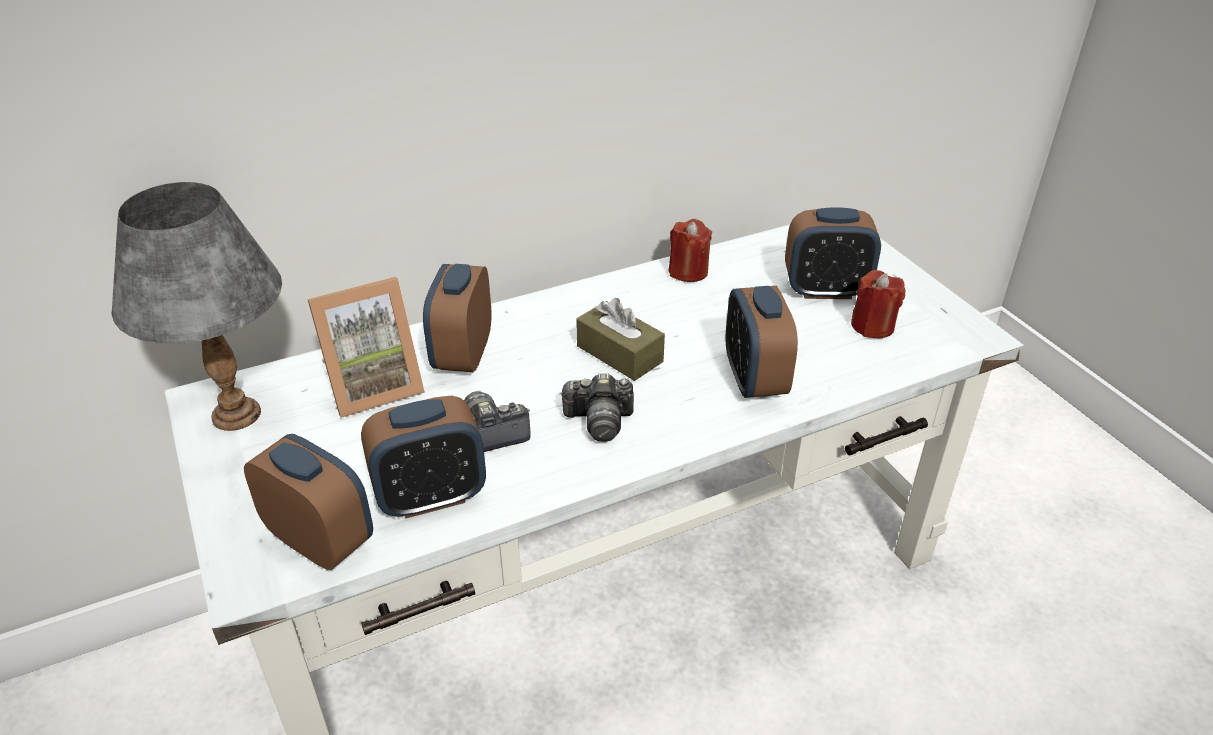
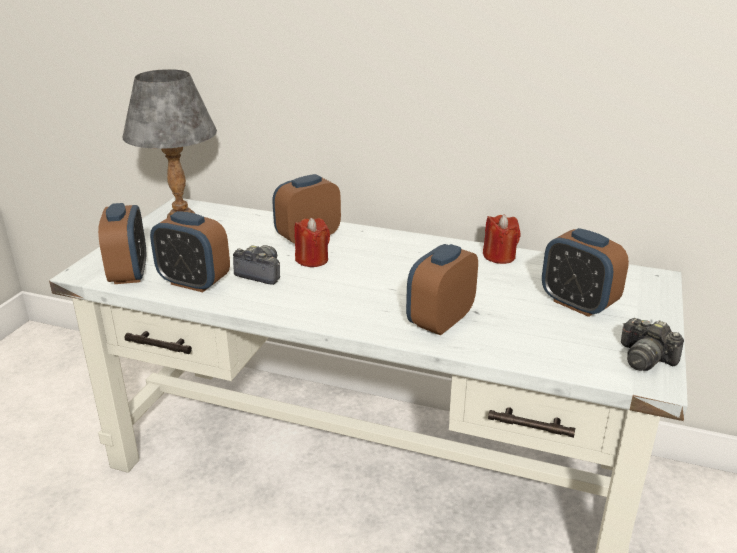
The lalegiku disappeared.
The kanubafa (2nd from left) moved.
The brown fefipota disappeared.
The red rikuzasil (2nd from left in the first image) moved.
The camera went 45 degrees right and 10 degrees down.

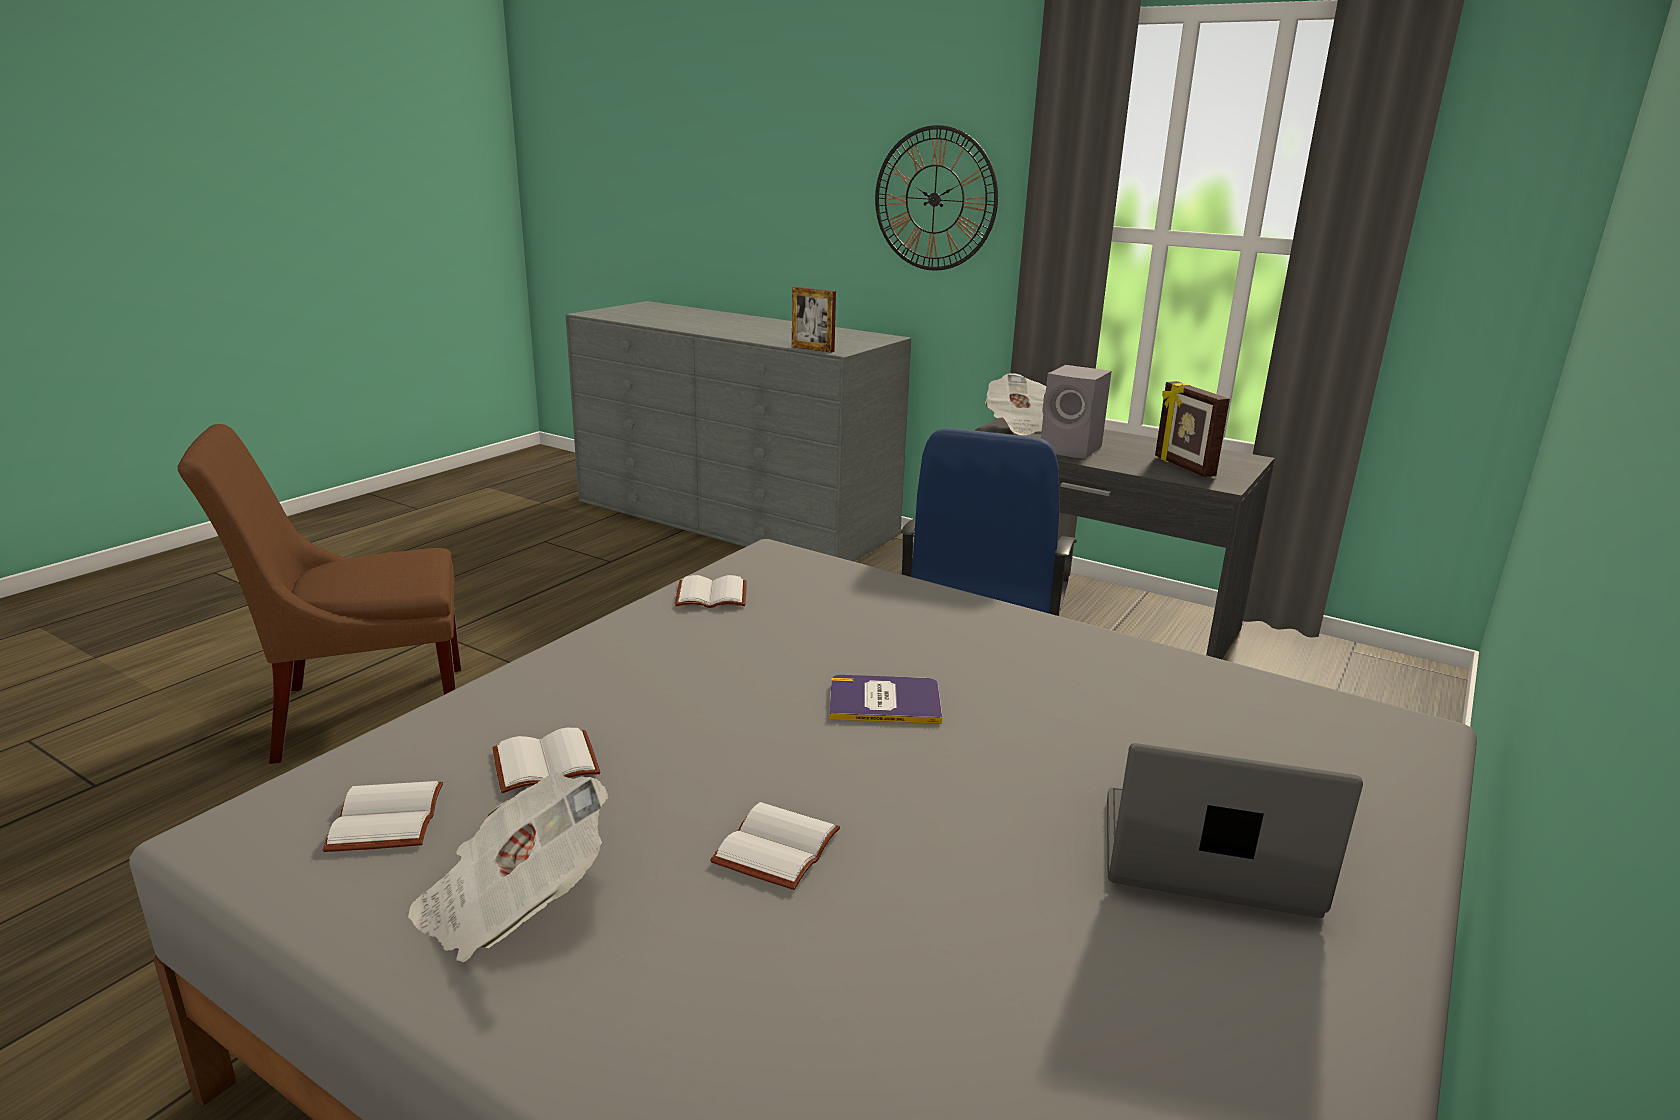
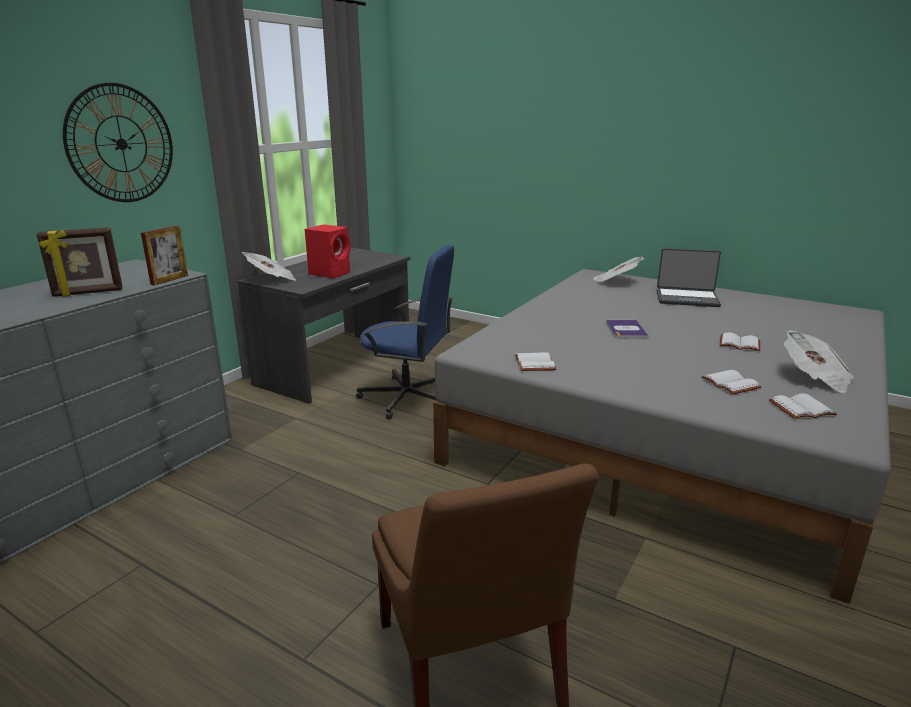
The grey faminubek became the red faminubek.
The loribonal turned 90 degrees counterclockwise.
The lalegiku (2nd from left in the first image) moved.
The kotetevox (2nd from left) appeared.
The camera went 90 degrees left and 0 degrees up.

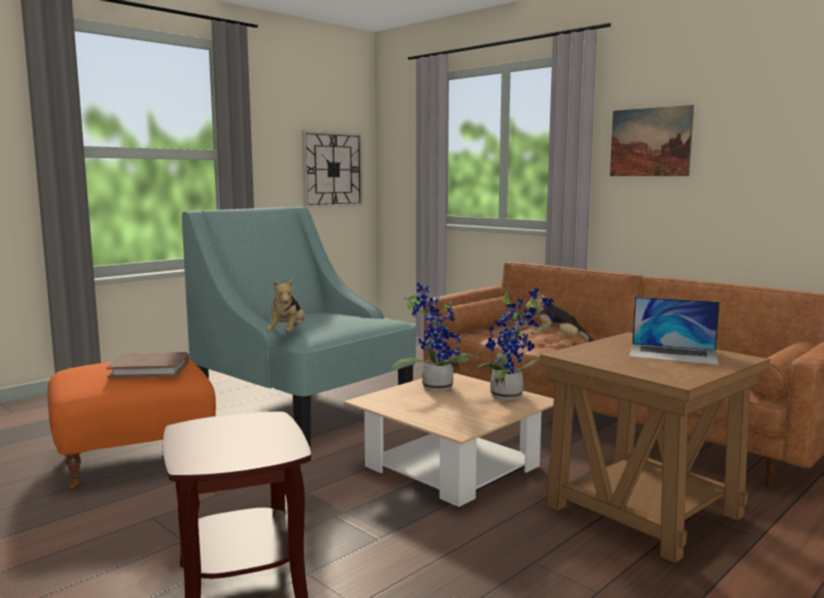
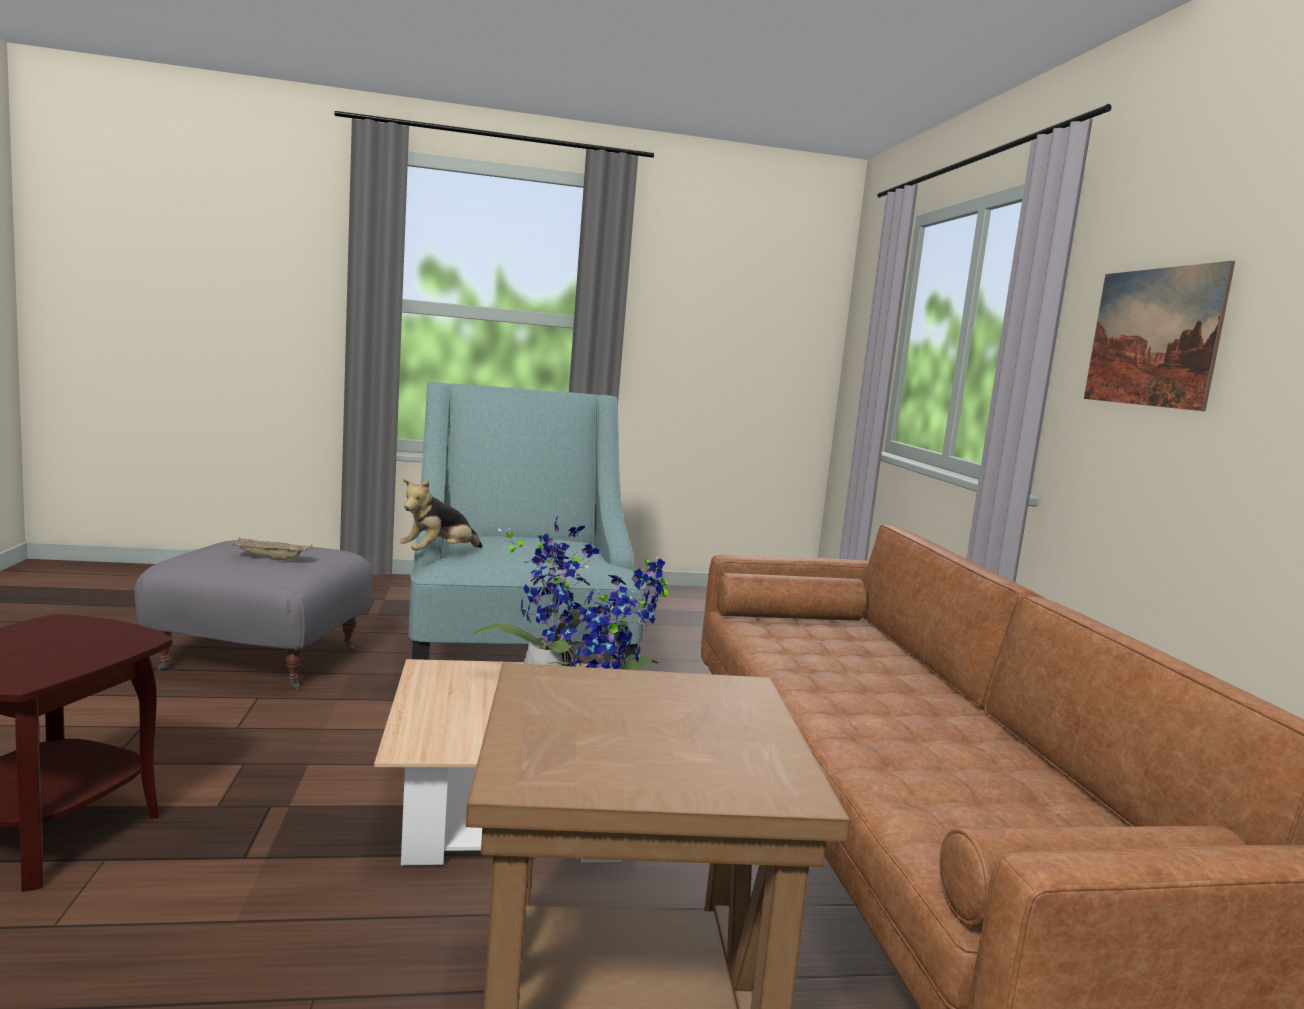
The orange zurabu became the grey zurabu.
The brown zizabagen was replaced by the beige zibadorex.
The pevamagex disappeared.
The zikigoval (2nd from left) disappeared.
The loribonal disappeared.
The camera went 35 degrees right and 0 degrees up.

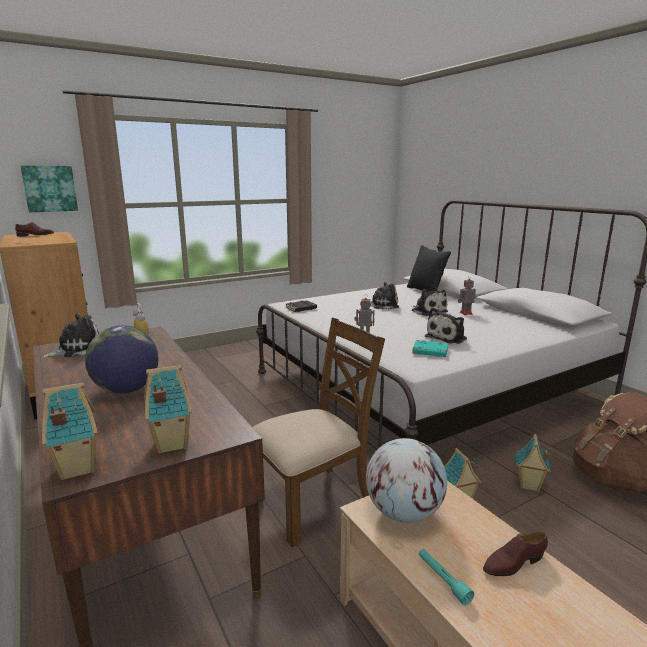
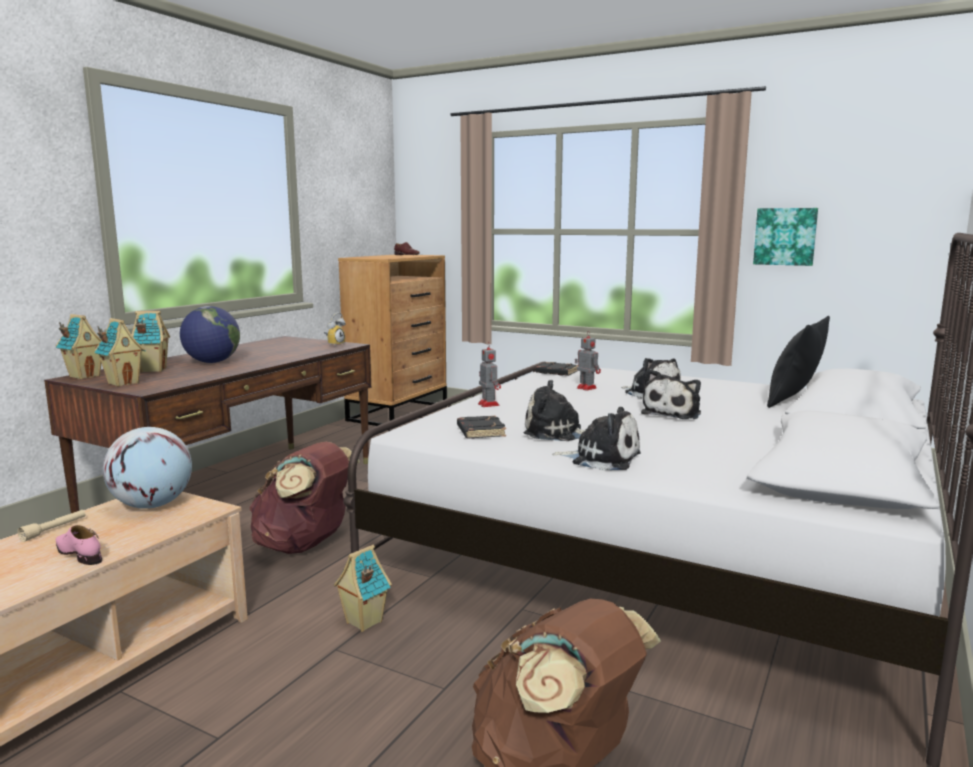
The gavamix moved.
The zikigoval (1st from left in the first image) moved.
The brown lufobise was replaced by the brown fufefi (1st from left).
The turquoise zizabagen became the black zizabagen (1st from left).
The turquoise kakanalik became the beige kakanalik.
The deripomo (2nd from left) moved.
The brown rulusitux (2nd from left) became the pink rulusitux.
The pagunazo (4th from left in the first image) moved.
The camera went 60 degrees right and 5 degrees down.

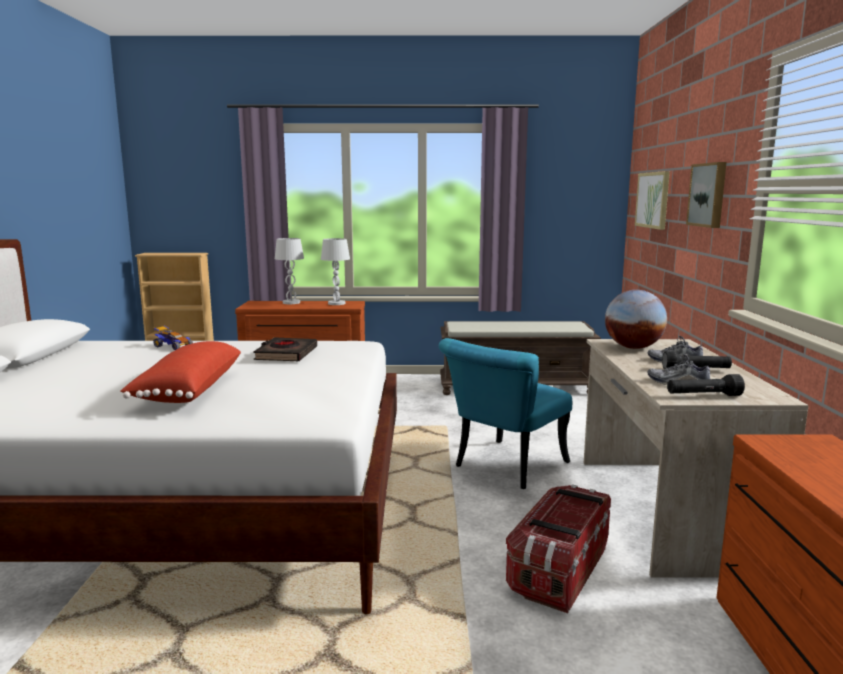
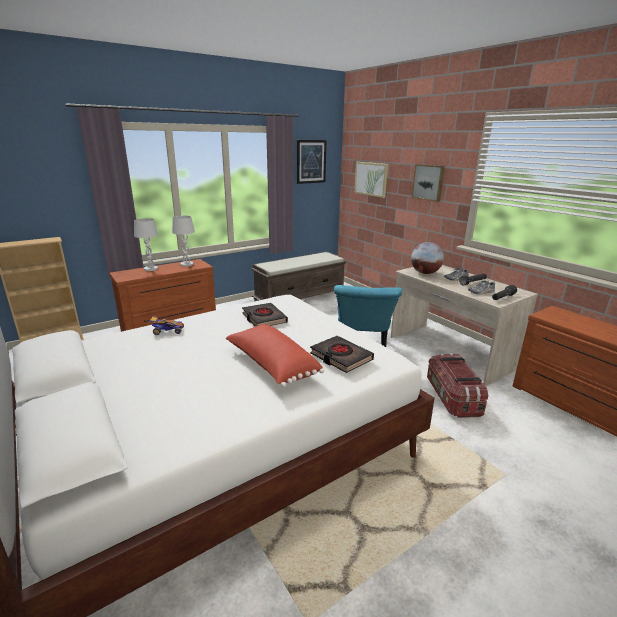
The gavamix (1st from left) appeared.
The black zizabagen (2nd from left) appeared.
The camera went 35 degrees left and 10 degrees up.

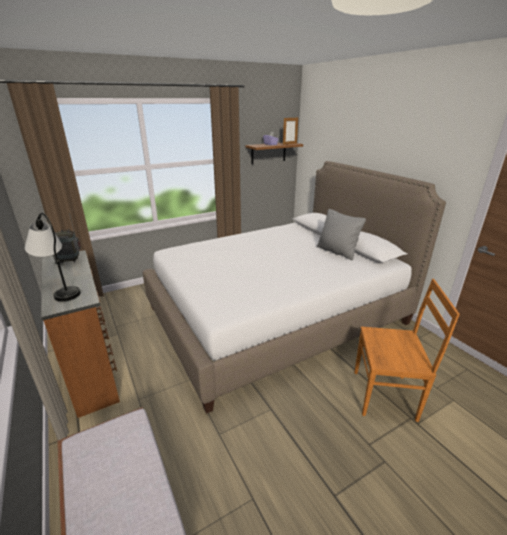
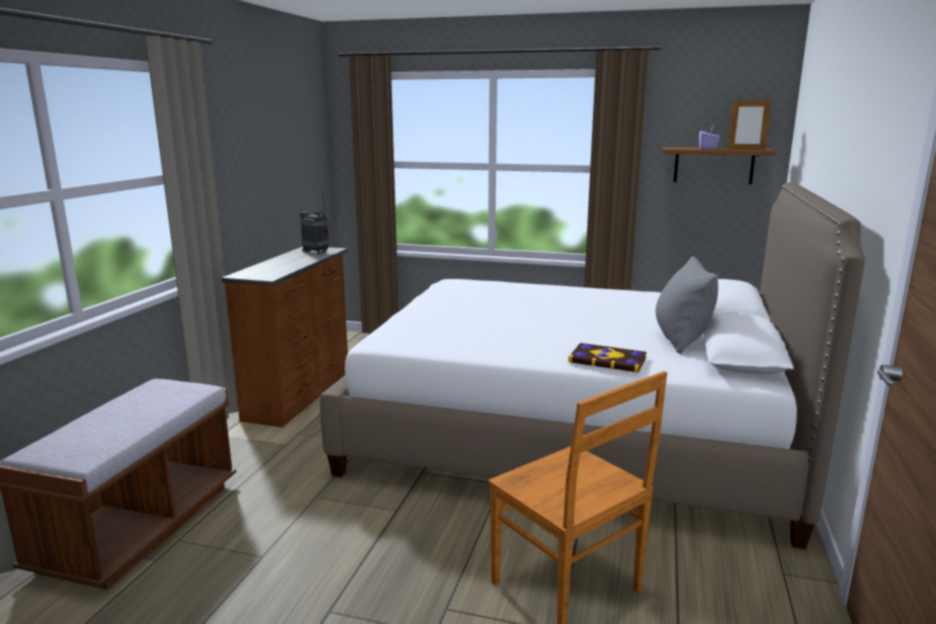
The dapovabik disappeared.
The zizabagen appeared.
The camera went 45 degrees right and 10 degrees down.

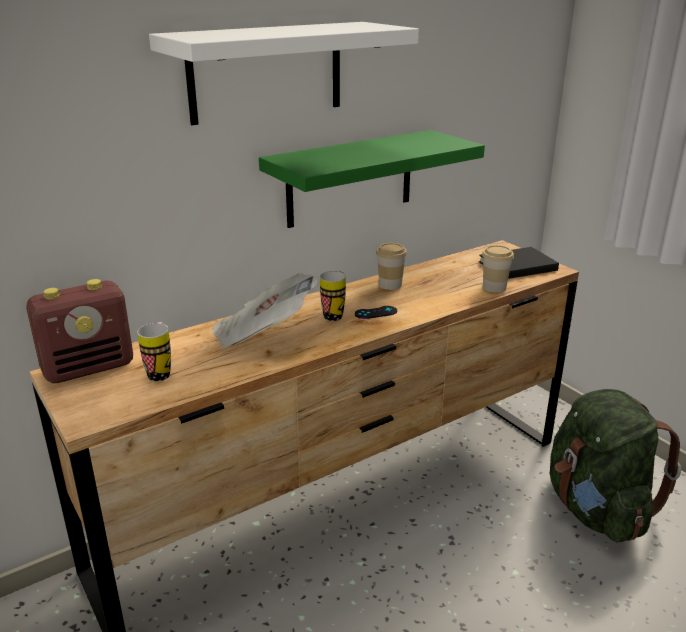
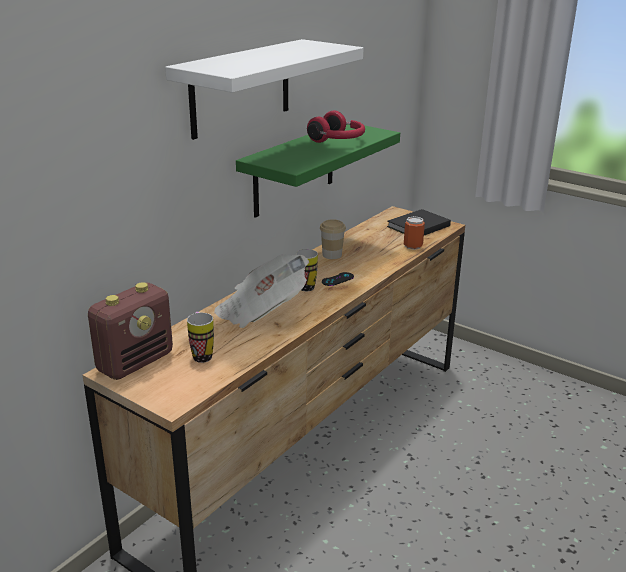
The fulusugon (2nd from left) was replaced by the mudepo.
The green fufefi disappeared.
The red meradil appeared.
The camera went 20 degrees left and 0 degrees up.

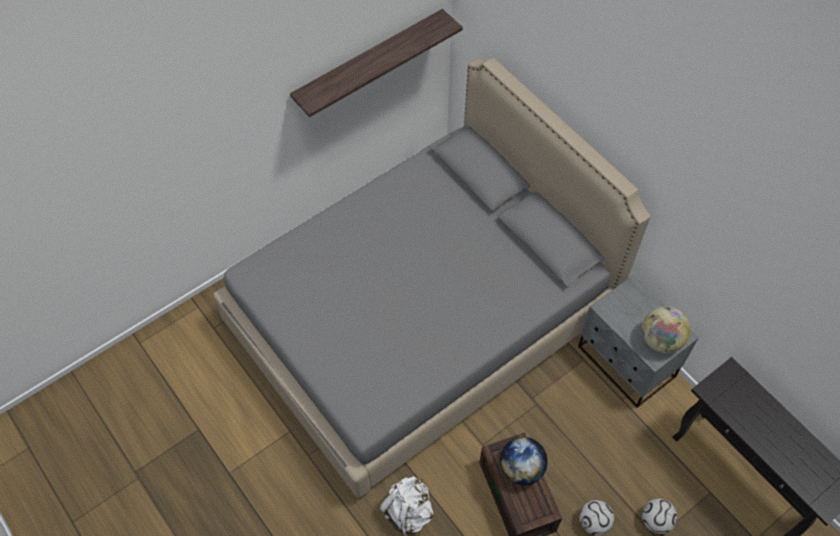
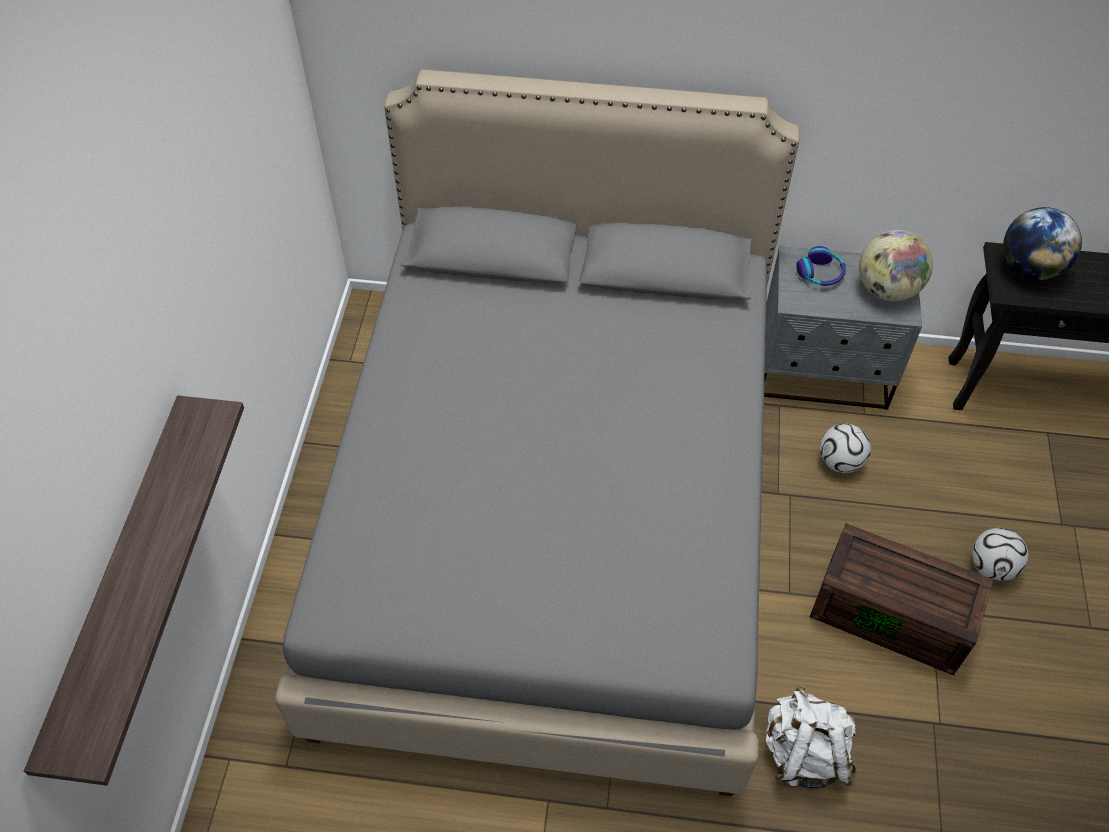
The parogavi moved.
The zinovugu (1st from left in the first image) moved.
The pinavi (2nd from left in the first image) moved.
The meradil appeared.
The camera went 45 degrees left and 5 degrees down.

